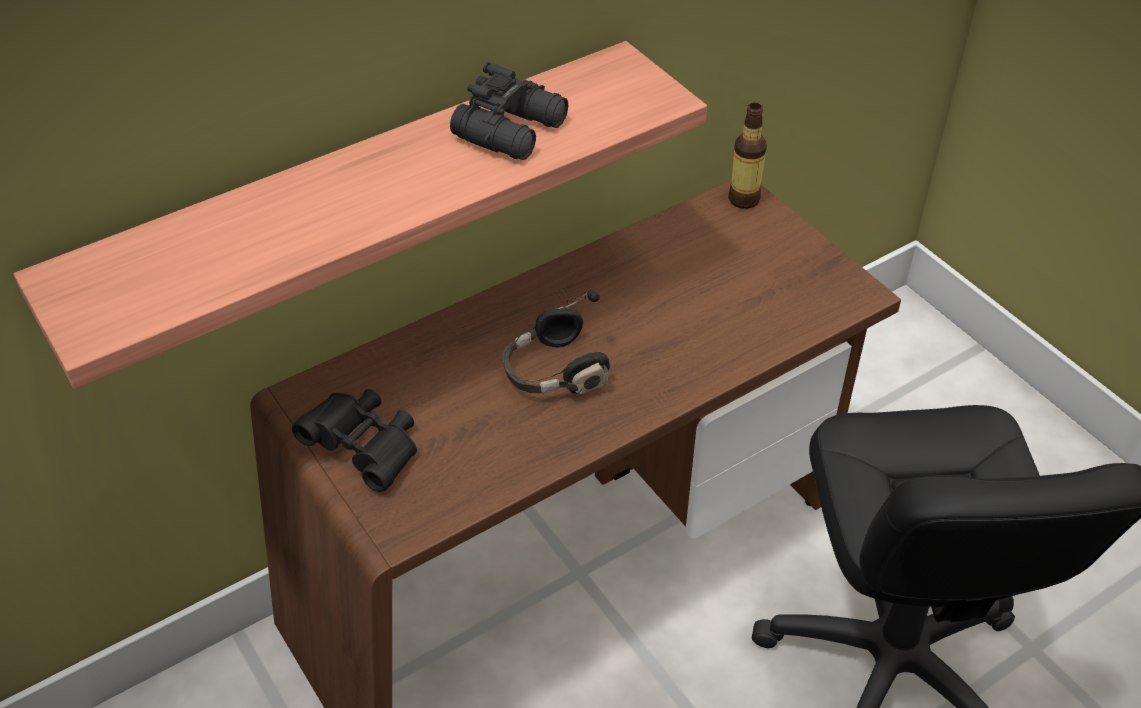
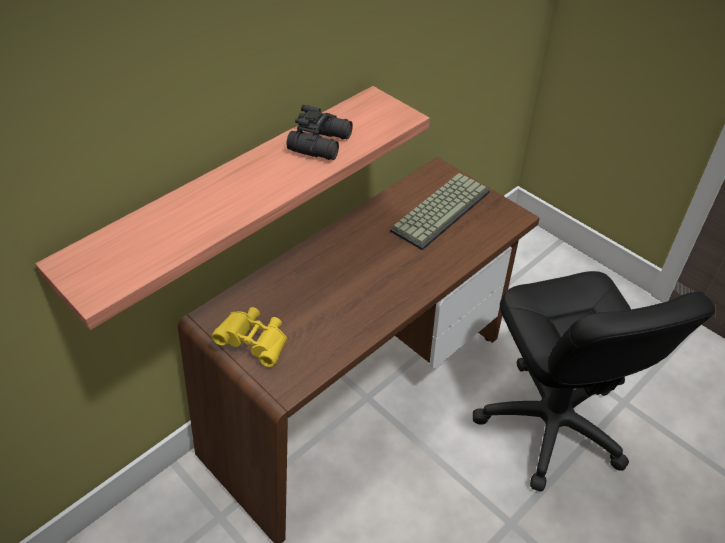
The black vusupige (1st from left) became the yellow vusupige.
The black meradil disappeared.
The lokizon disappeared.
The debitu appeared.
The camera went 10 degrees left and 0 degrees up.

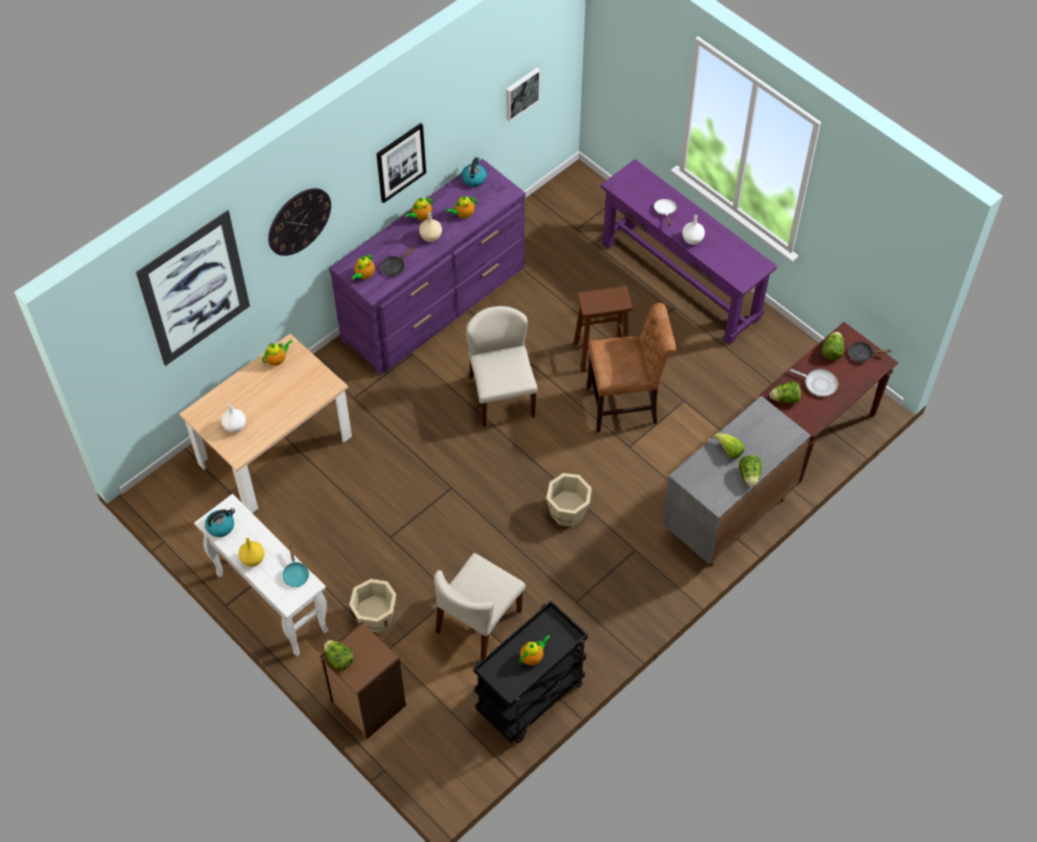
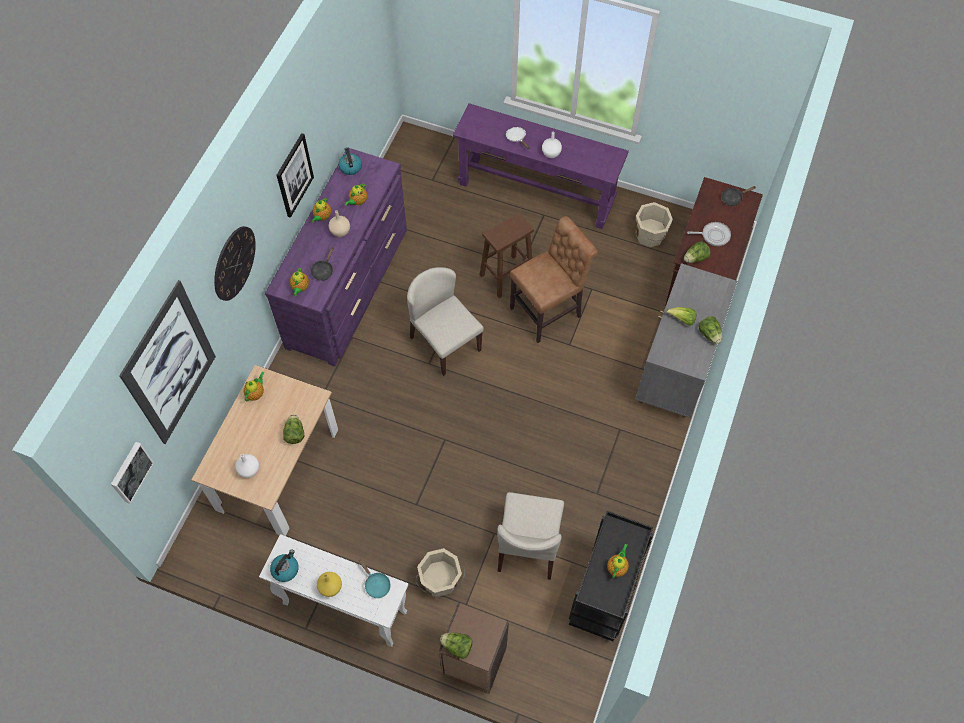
The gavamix (3rd from left in the first image) moved.
The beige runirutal (2nd from left) moved.
The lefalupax (5th from left in the first image) moved.
The camera went 25 degrees left and 5 degrees up.

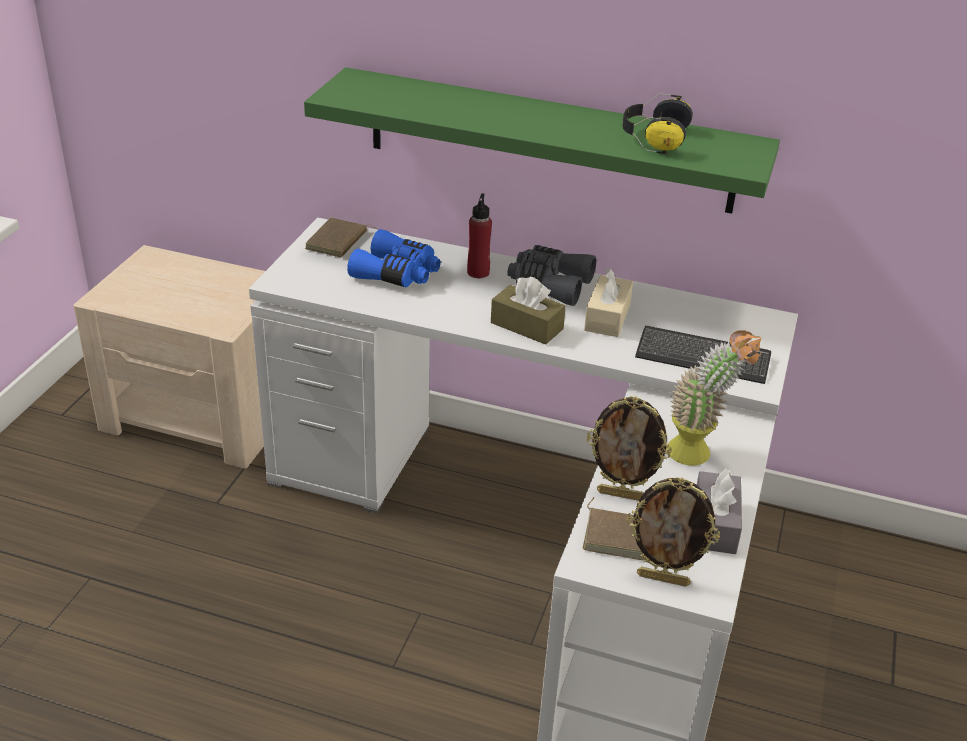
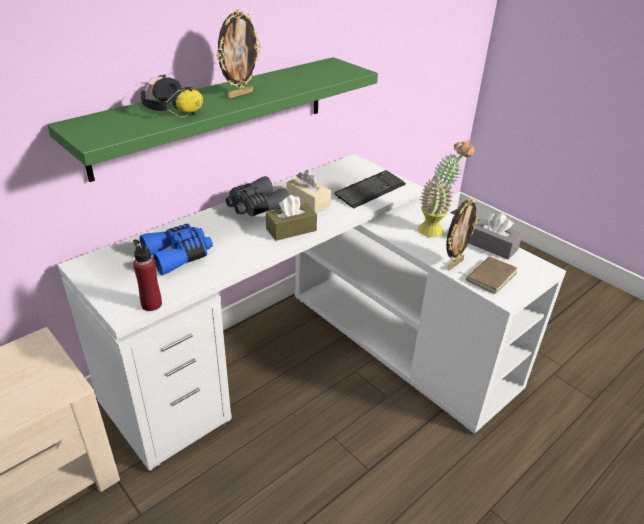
The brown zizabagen (1st from left) disappeared.
The red lokizon moved.
The meradil moved.
The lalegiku (2nd from left in the first image) moved.
The camera went 60 degrees left and 0 degrees up.

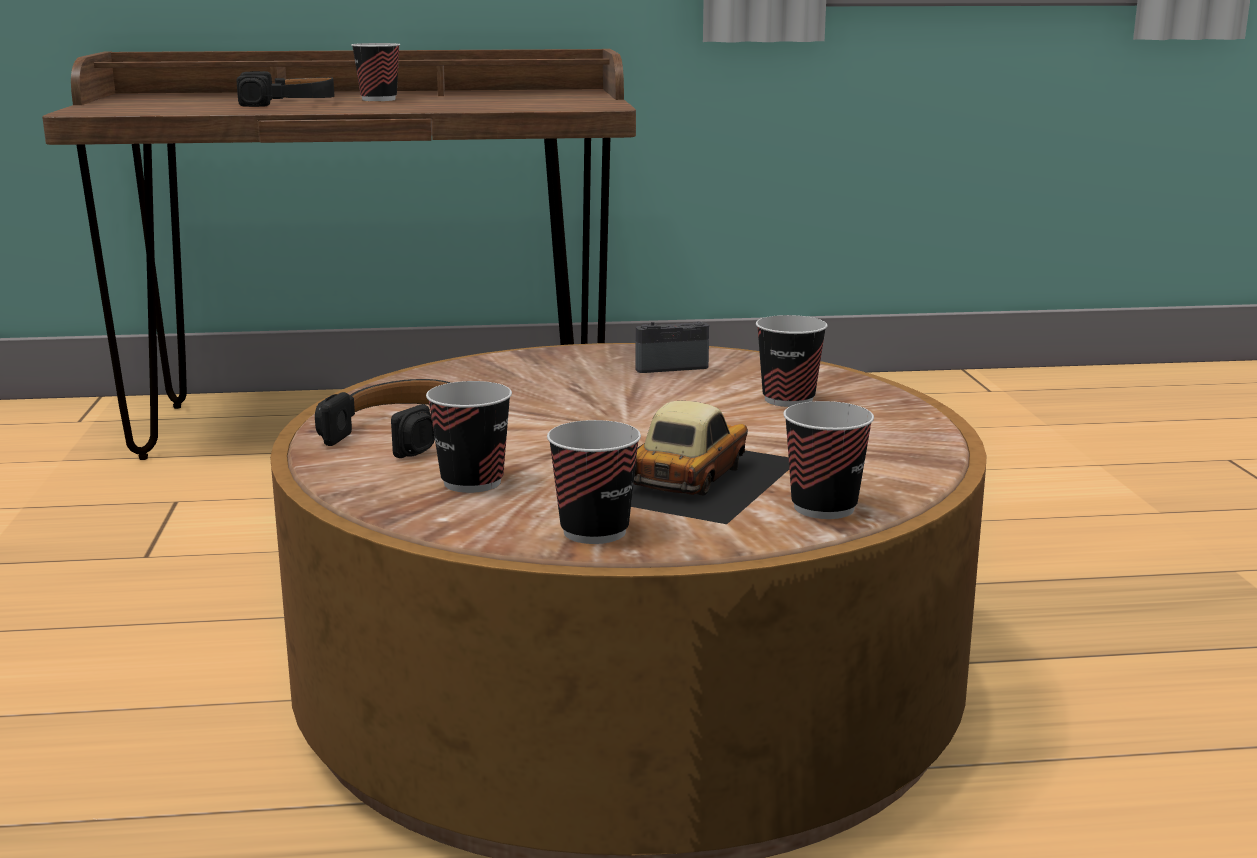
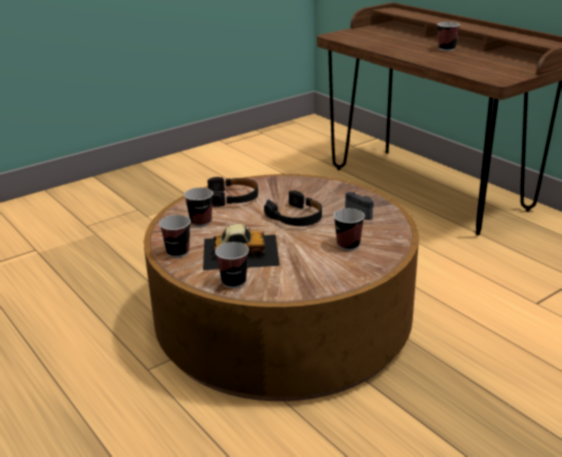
The black meradil (1st from left in the first image) moved.
The camera went 60 degrees right and 10 degrees up.

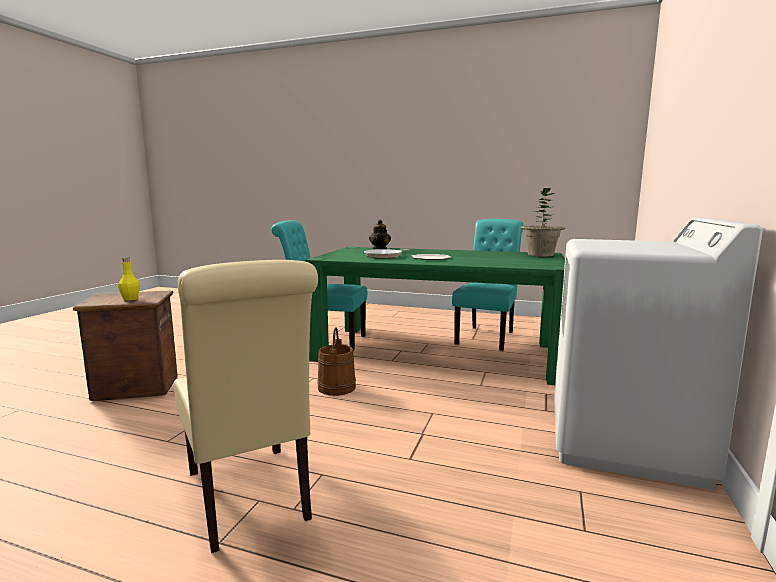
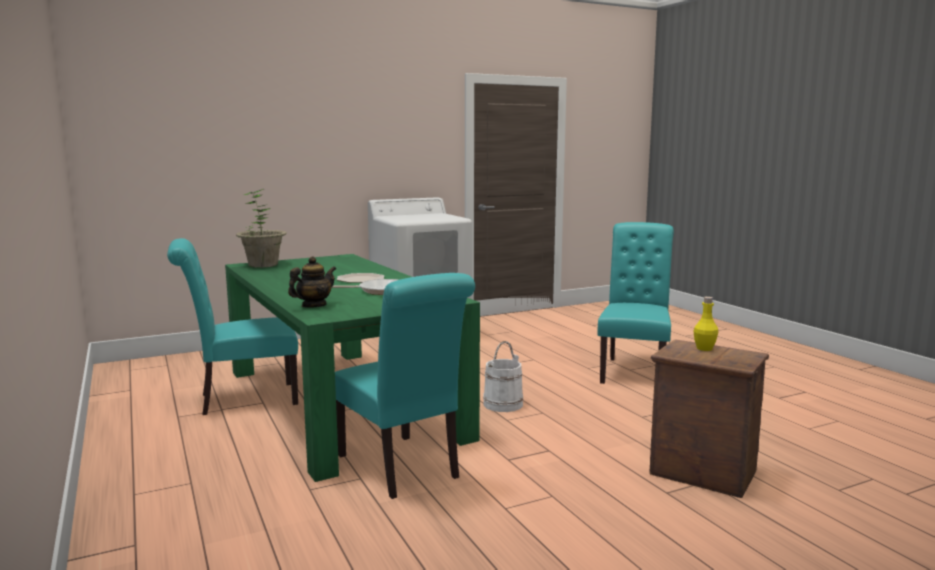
The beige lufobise became the turquoise lufobise (3rd from left).
The brown runirutal became the white runirutal.
The camera went 135 degrees left and 0 degrees up.

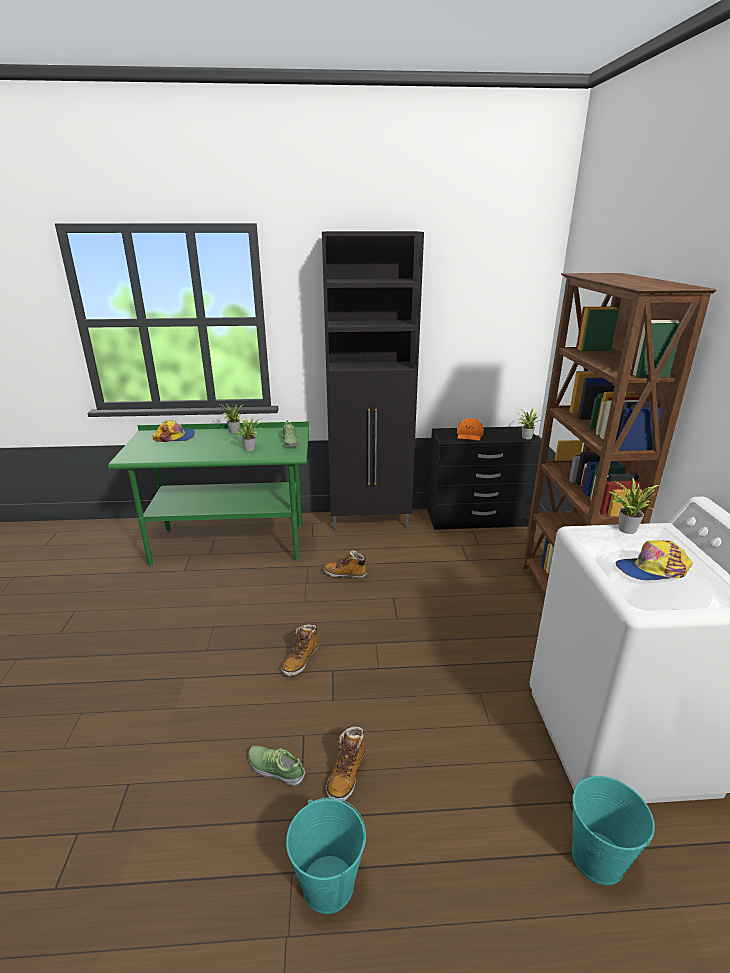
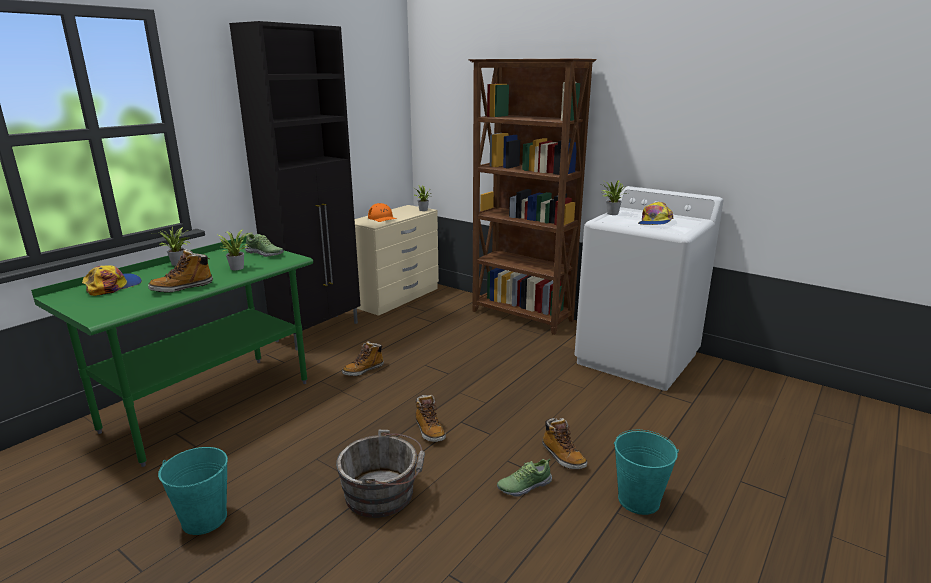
The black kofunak became the beige kofunak.
The turquoise runirutal (2nd from left in the first image) moved.
The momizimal (1st from left) appeared.
The grey runirutal appeared.
The camera went 50 degrees left and 5 degrees down.

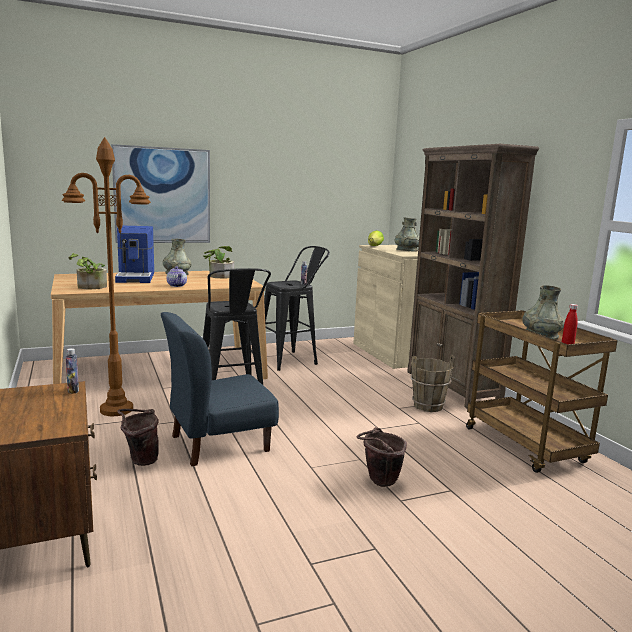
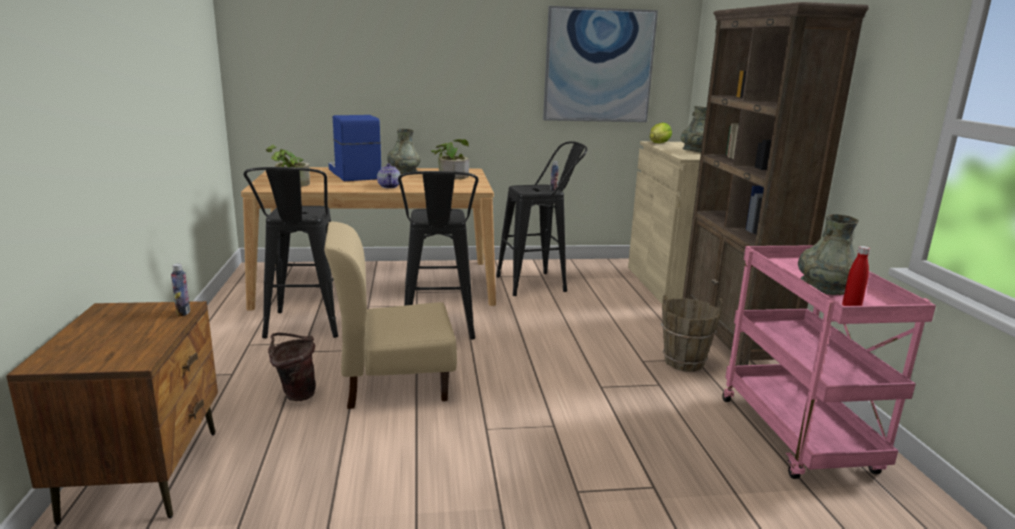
The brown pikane was replaced by the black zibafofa (1st from left).
The gavamix moved.
The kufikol turned 150 degrees clockwise.
The blue lufobise became the beige lufobise.
The brown runirutal (2nd from left) disappeared.
The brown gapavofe became the pink gapavofe.
The camera went 15 degrees right and 5 degrees up.

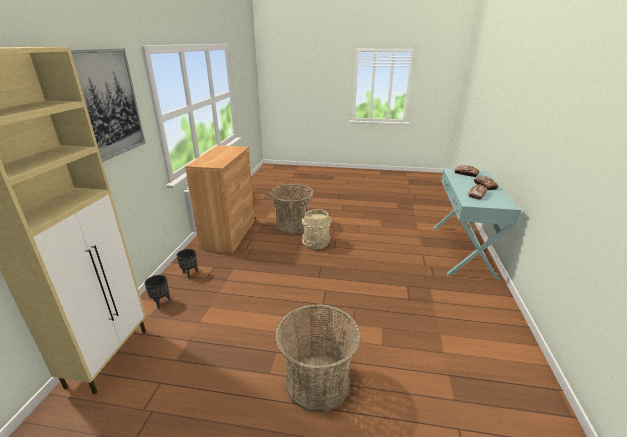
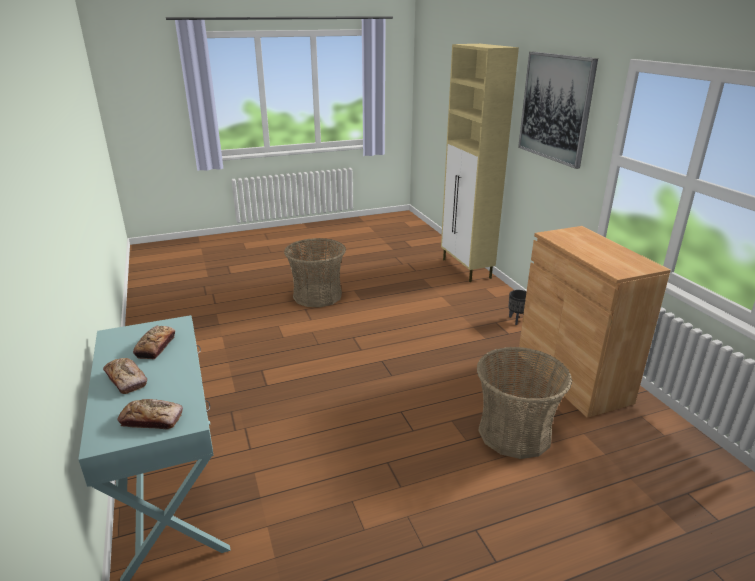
The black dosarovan (1st from left) disappeared.
The beige runirutal disappeared.
The camera went 150 degrees right and 0 degrees up.

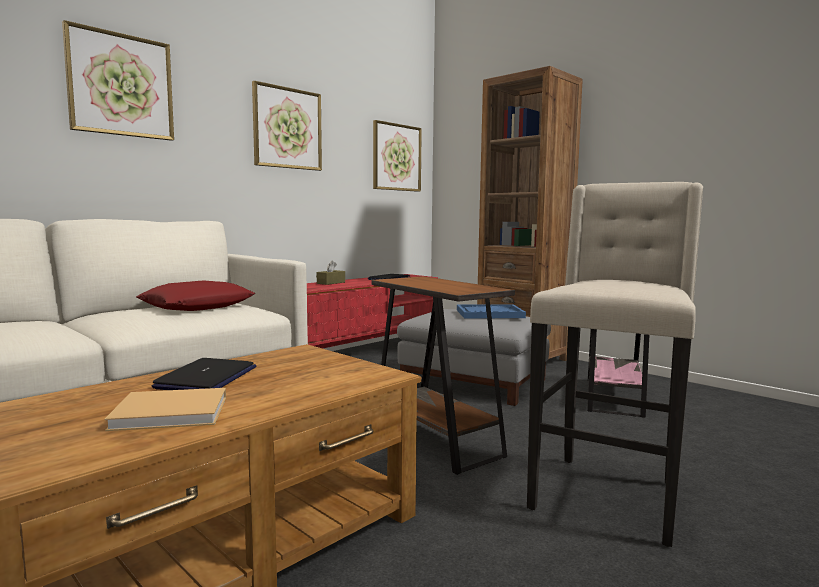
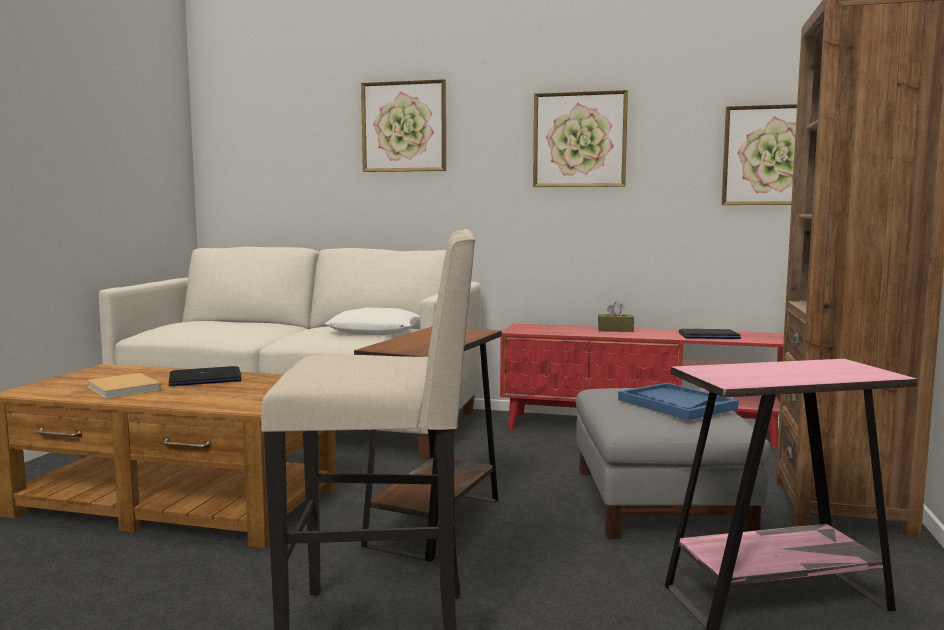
The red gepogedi became the white gepogedi.
The camera went 60 degrees right and 0 degrees up.

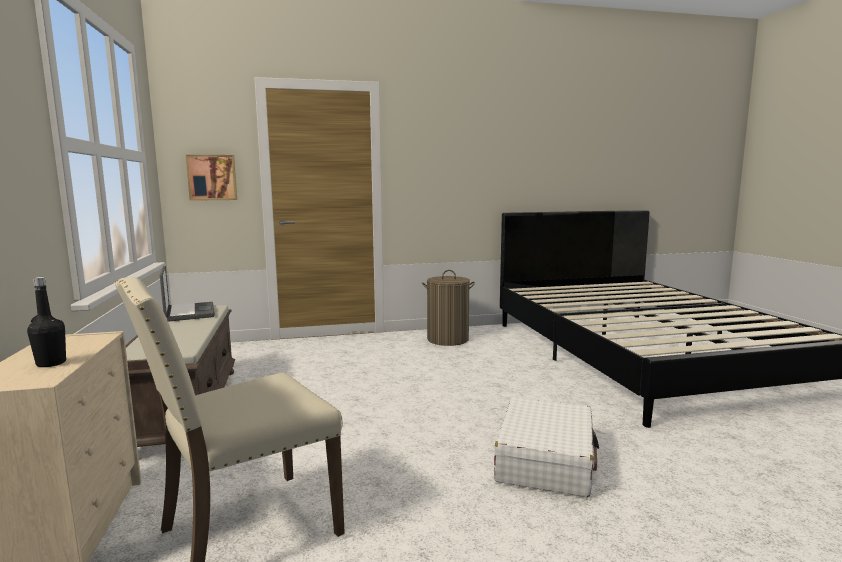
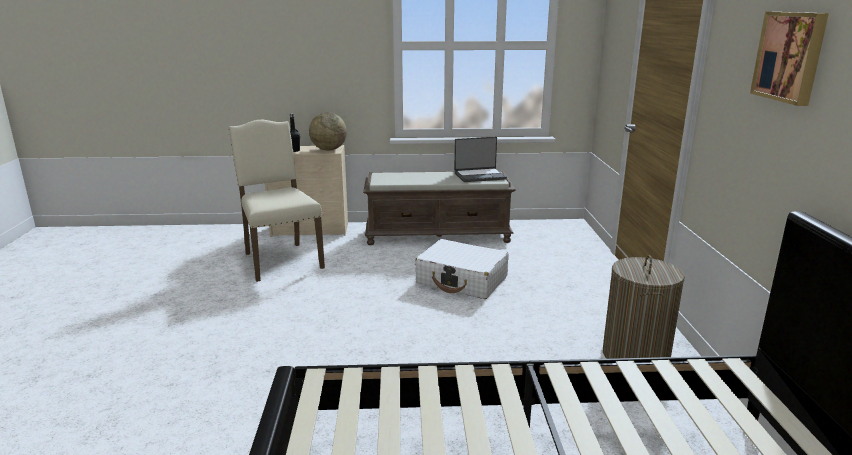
The gavamix moved.
The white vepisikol moved.
The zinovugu appeared.
The camera went 100 degrees right and 10 degrees up.

